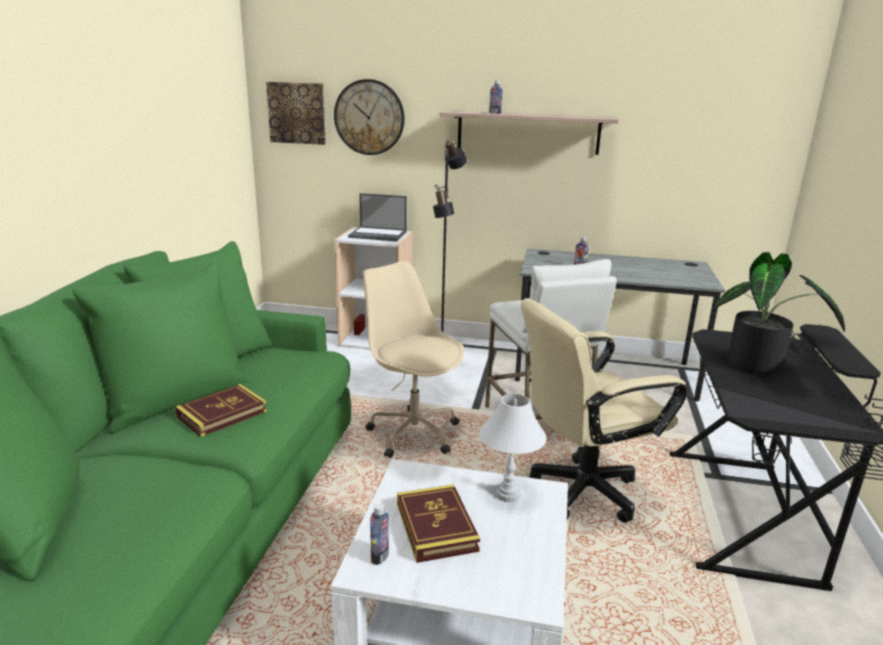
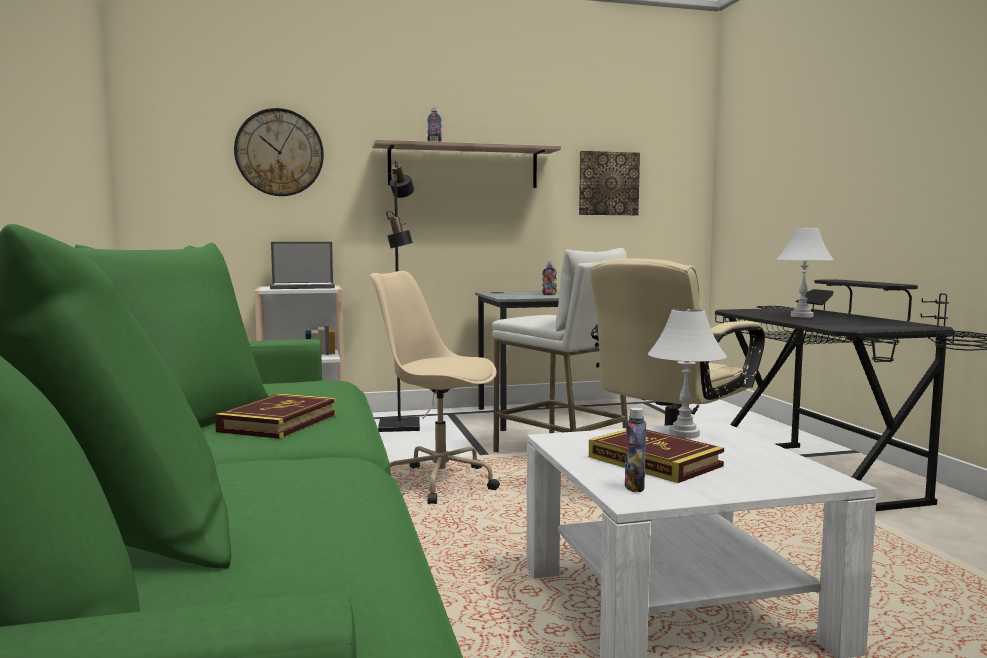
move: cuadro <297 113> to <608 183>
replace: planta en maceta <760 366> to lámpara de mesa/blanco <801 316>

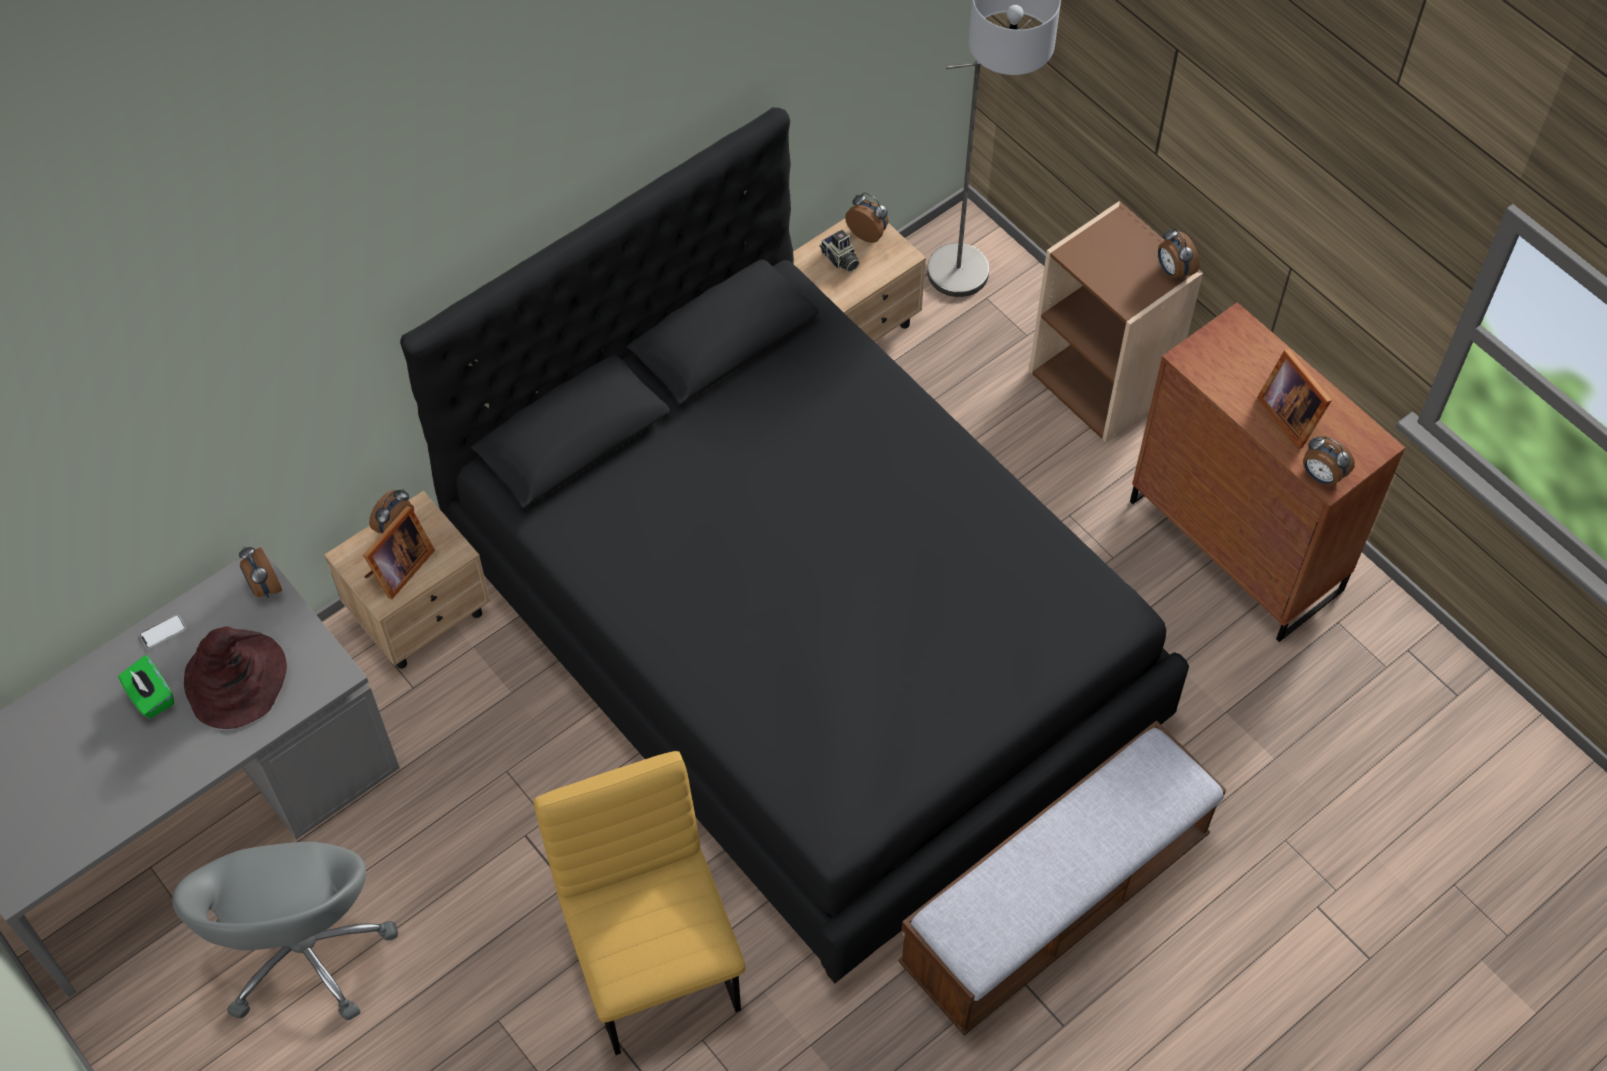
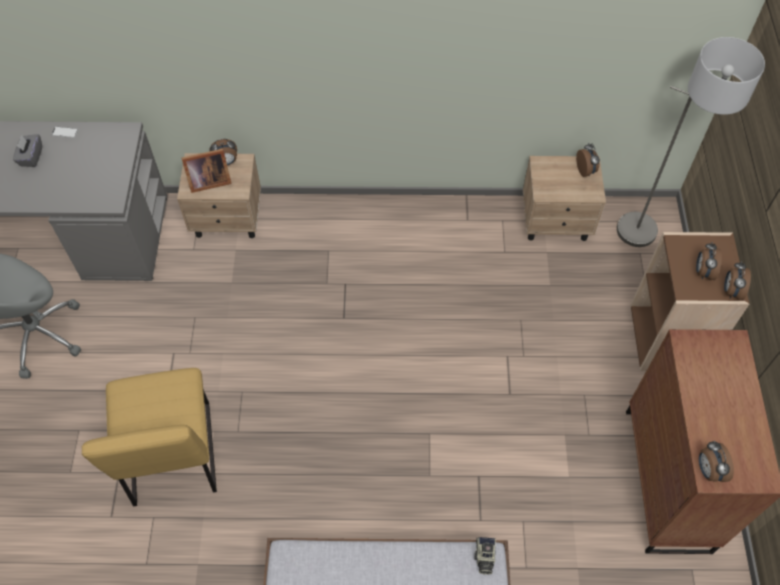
delete: cama/negro <802 631>; portarretratos <1290 414>; sombrero/marrón <236 680>
move: cámara <840 260> to <484 557>; despertador <264 586> to <703 272>
recolor: caja de pañuelos/verde <151 697> to caja de pañuelos/gris <31 157>
rotate: silla/amarillo <653 955> = <171 456> 150 degrees clockwise

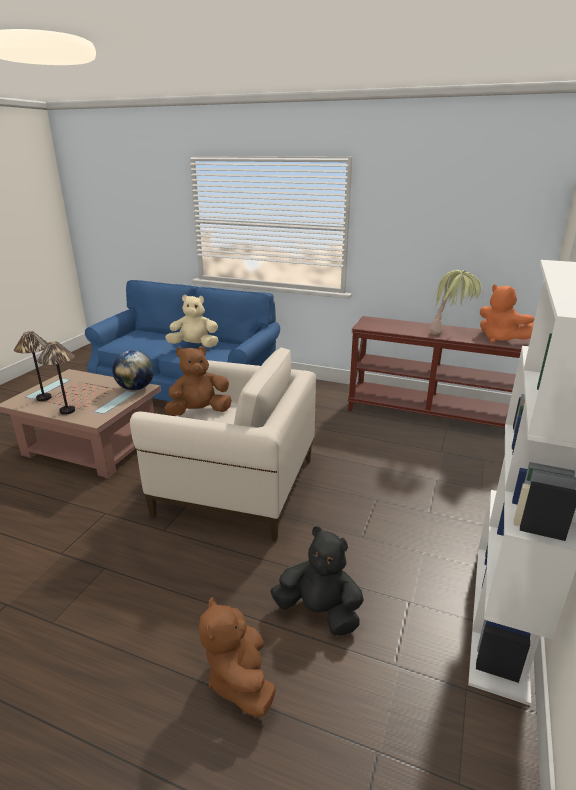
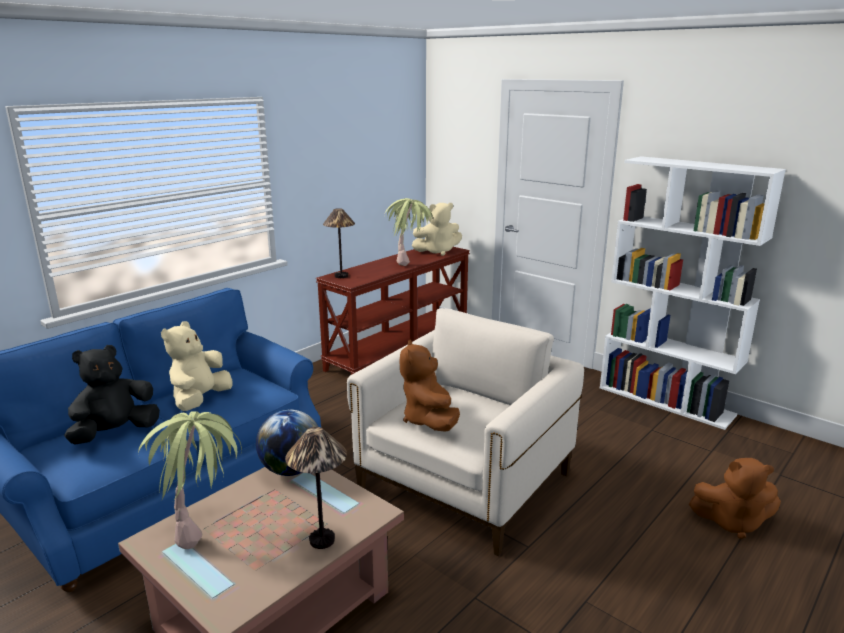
insert: planta en maceta <203 524>
move: lámpara de mesa <43 398> to <341 276>; peluche/negro <319 612> to <115 433>
recolor: peluche/naranja <500 339> to peluche/beis <437 251>

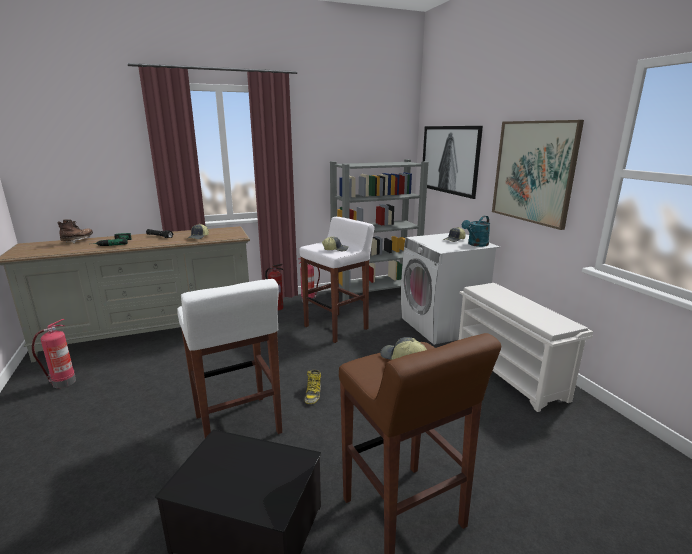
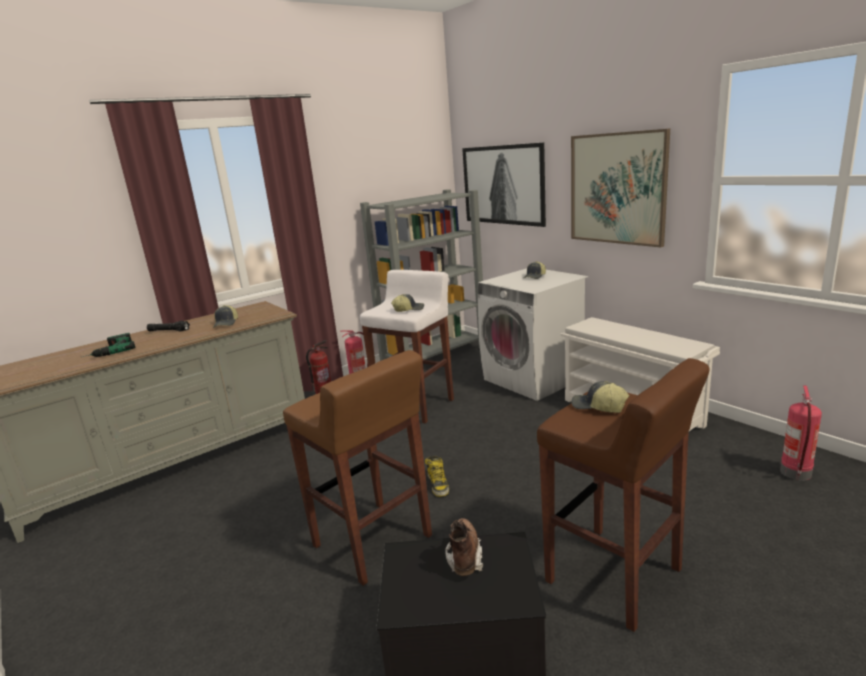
delete: regadera/turquesa <476 244>
move: bota/marrón <78 241> to <464 556>; extintor <63 383> to <796 473>
recolor: taburete/blanco <238 426> to taburete/marrón <373 542>

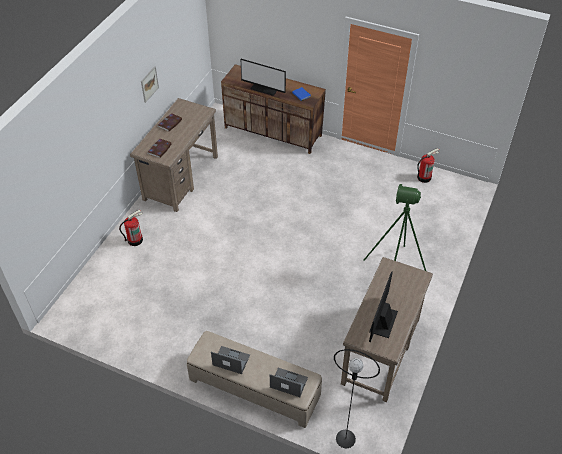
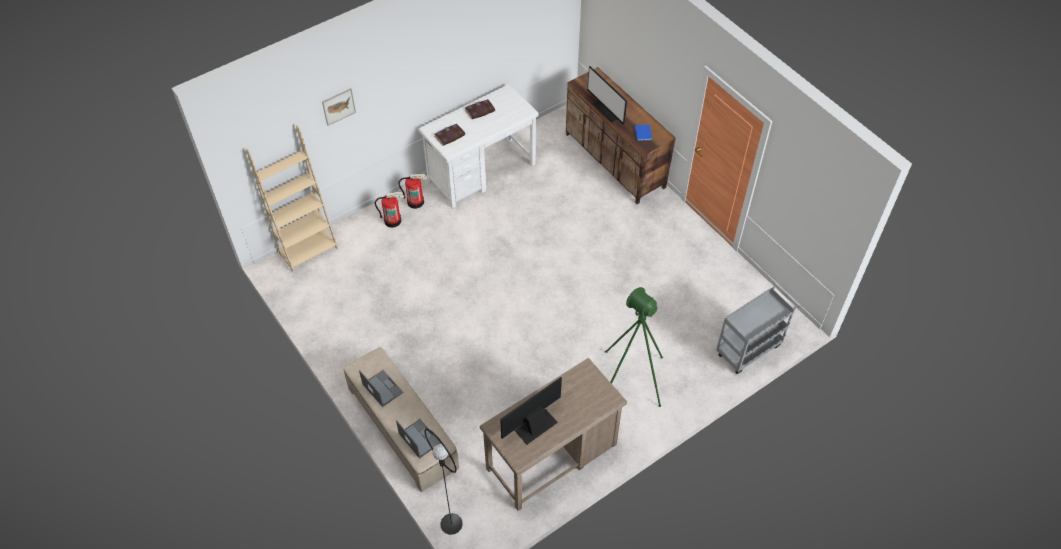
insert: estantería/beis <308 251>; carrito/gris <749 350>
move: cuadro <149 84> to <338 106>; extintor <424 177> to <415 202>
recolor: escritorio/marrón <180 177> to escritorio/blanco <481 172>

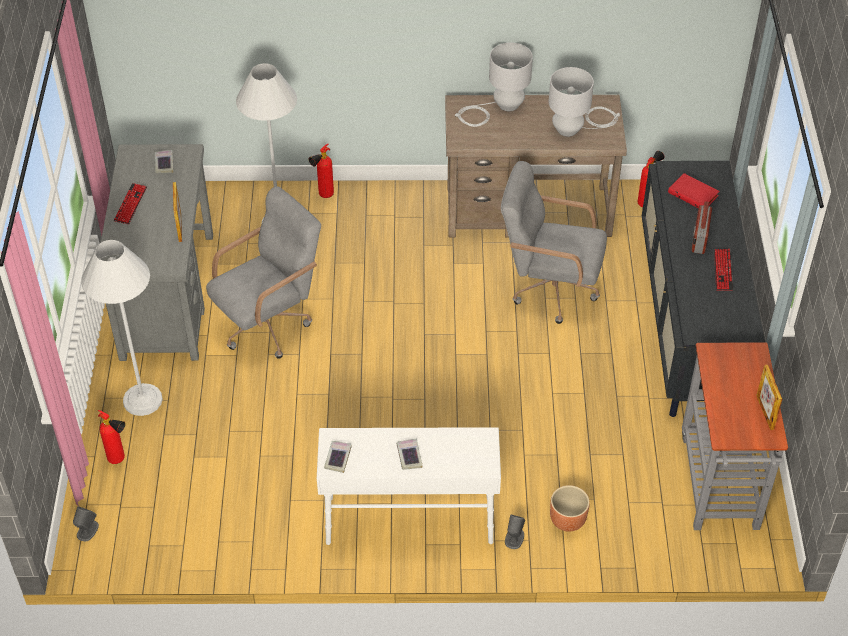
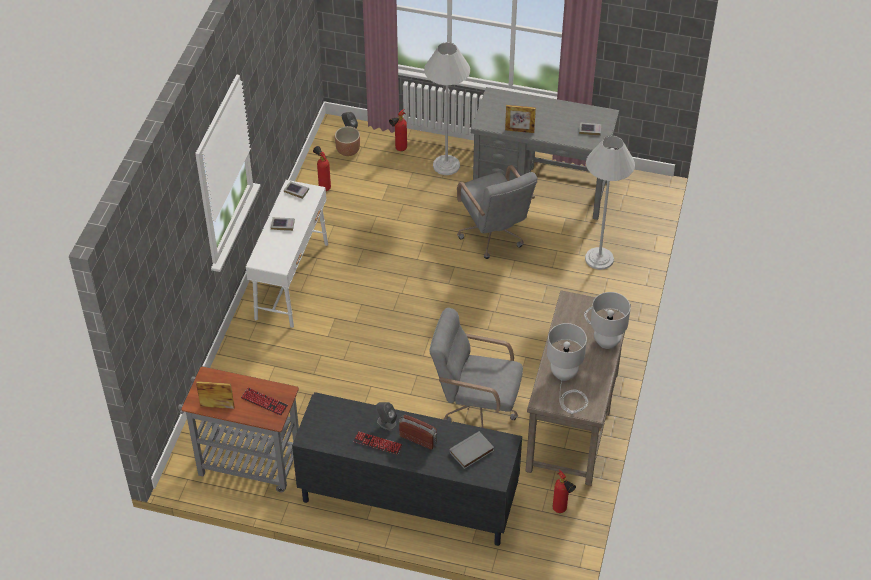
move: extintor <323 196> to <323 186>; teclado <130 204> to <264 402>; maceta/marrón <568 520> to <347 150>; altavoz/gris <514 538> to <386 423>
recolor: libro/rojo <694 194> to libro/gris <472 452>
rotate: silla de oficina/gris <549 291> = <475 411> 105 degrees counterclockwise

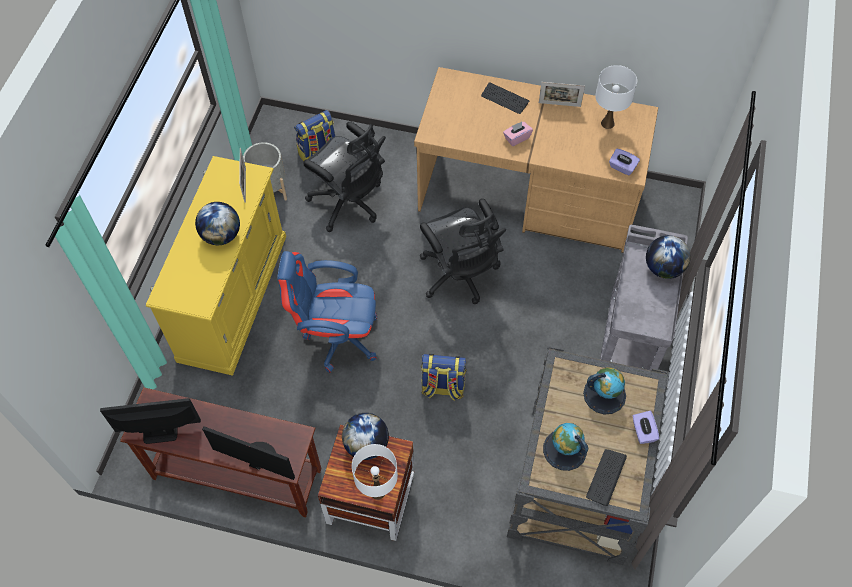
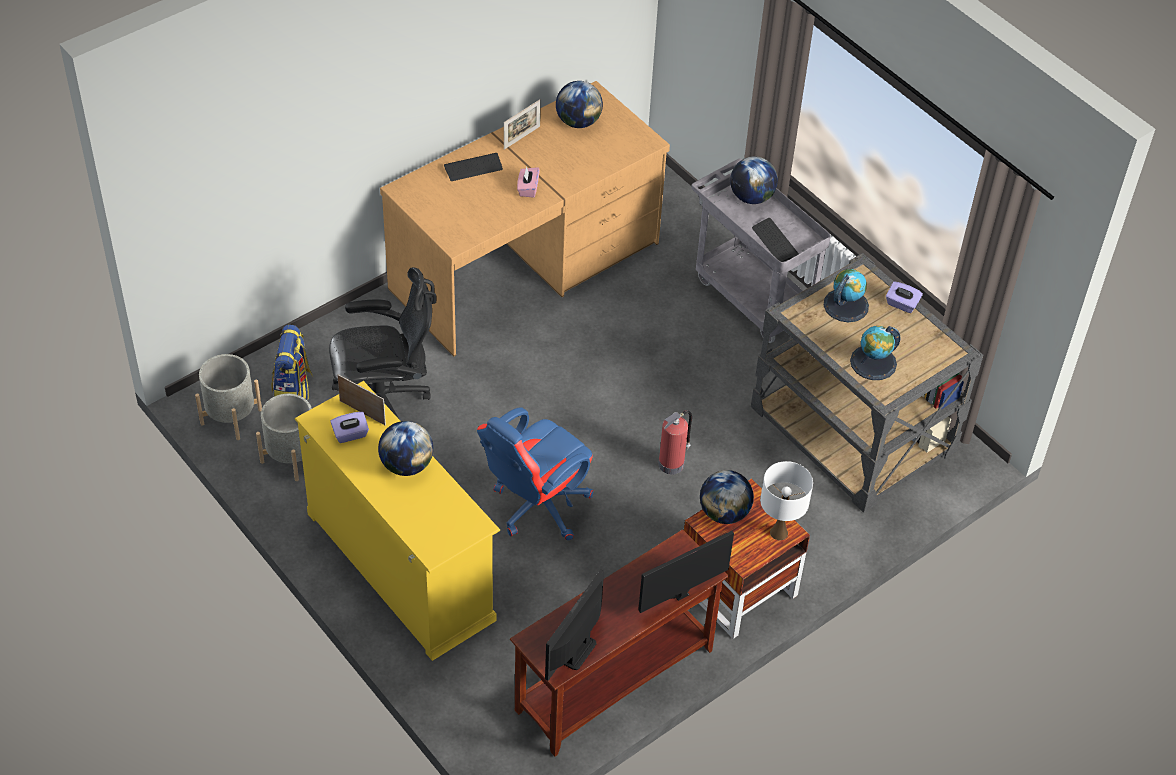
delete: silla de oficina <460 276>
insert: maceta/gris <231 417>
move: caja de pañuelos/morado <622 167> to <350 434>; teclado <606 477> to <774 241>
replace: lámpara de mesa/blanco <607 123> to globo terráqueo <578 122>; mochila <442 387> to extintor <672 463>

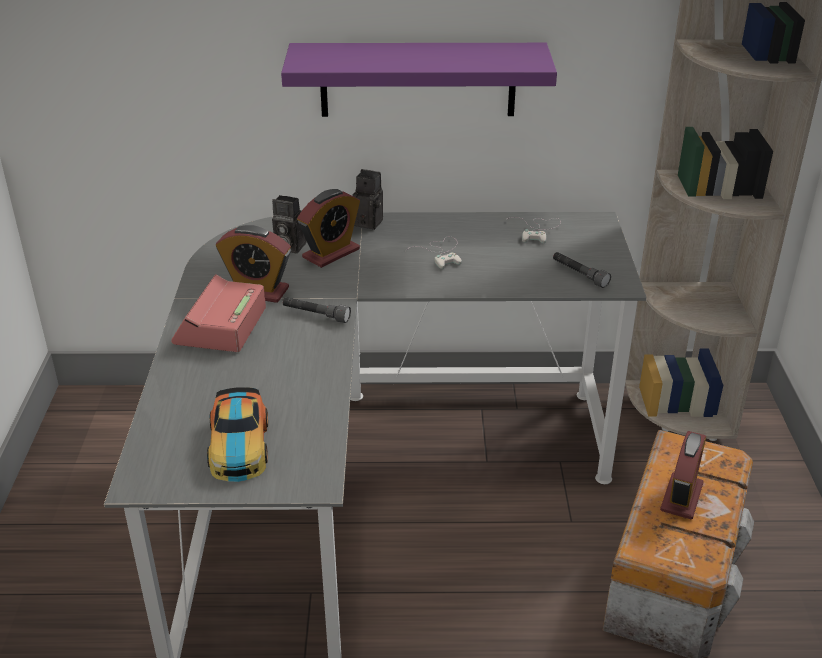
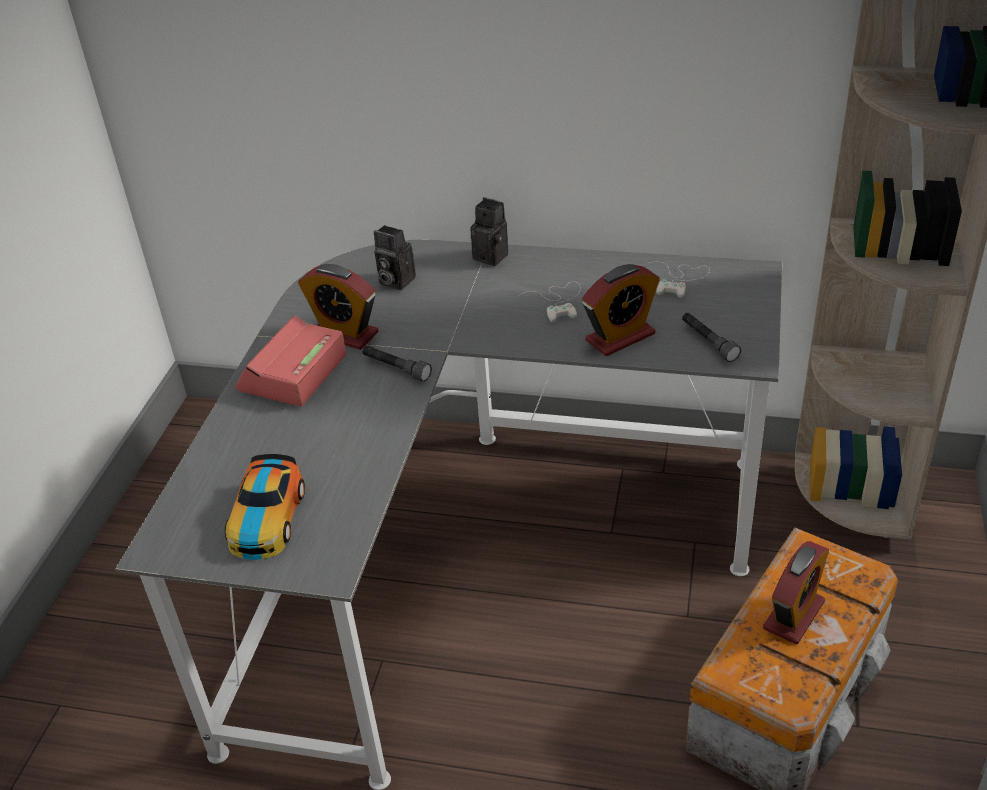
delete: estante/morado <418 79>
move: despertador <331 253> to <620 337>

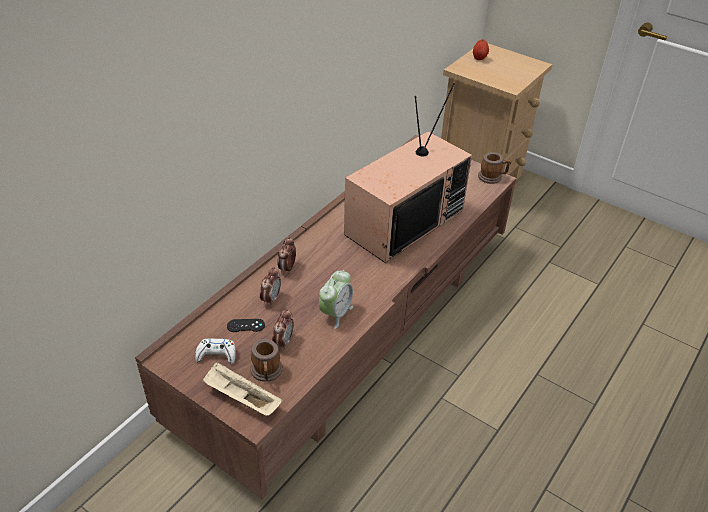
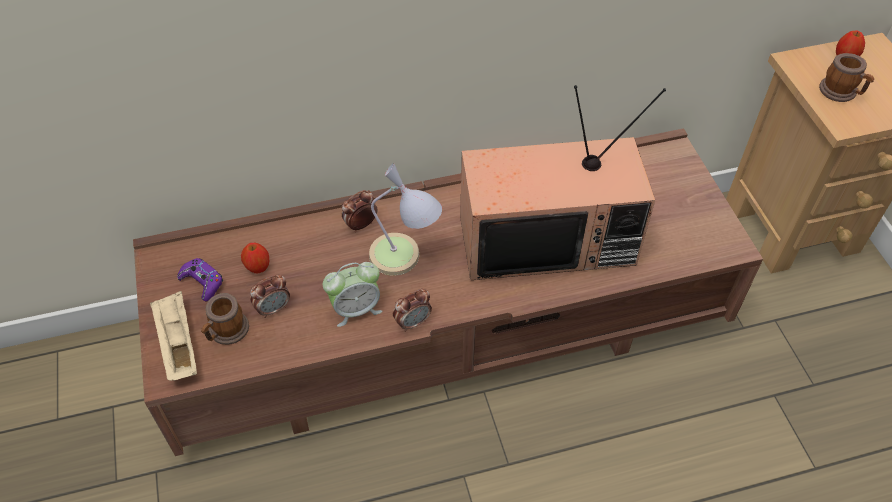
insert: lámpara de mesa <405 258>
move: taza grande <492 177> to <841 92>; despertador <271 299> to <413 322>
replace: mando de consola/negro <246 325> to manzana <258 267>
recolor: mando de consola/blanco <216 355> to mando de consola/morado <202 282>

